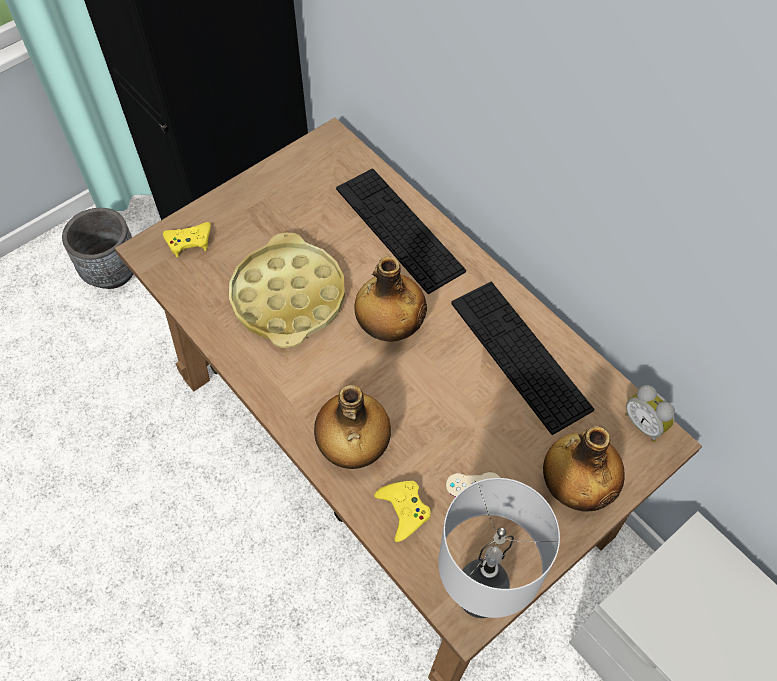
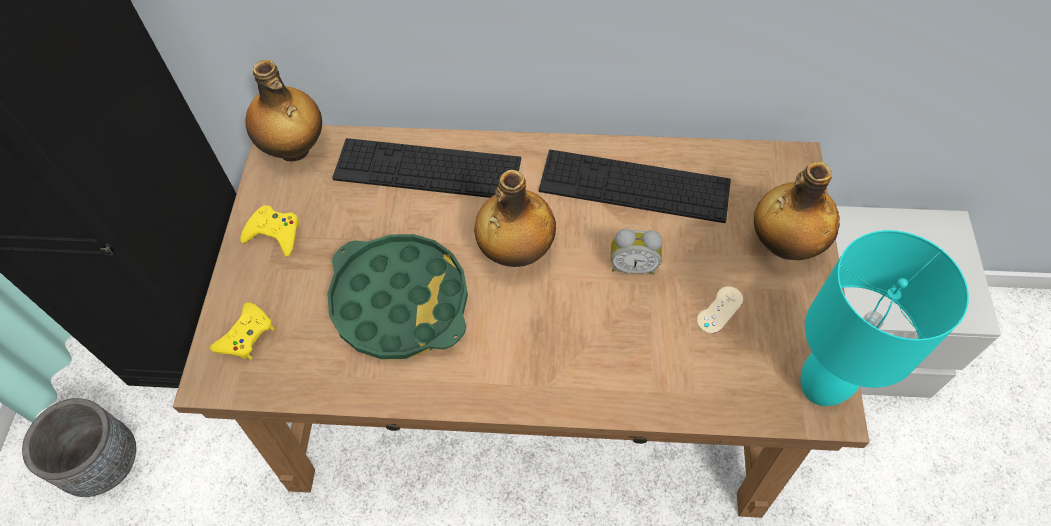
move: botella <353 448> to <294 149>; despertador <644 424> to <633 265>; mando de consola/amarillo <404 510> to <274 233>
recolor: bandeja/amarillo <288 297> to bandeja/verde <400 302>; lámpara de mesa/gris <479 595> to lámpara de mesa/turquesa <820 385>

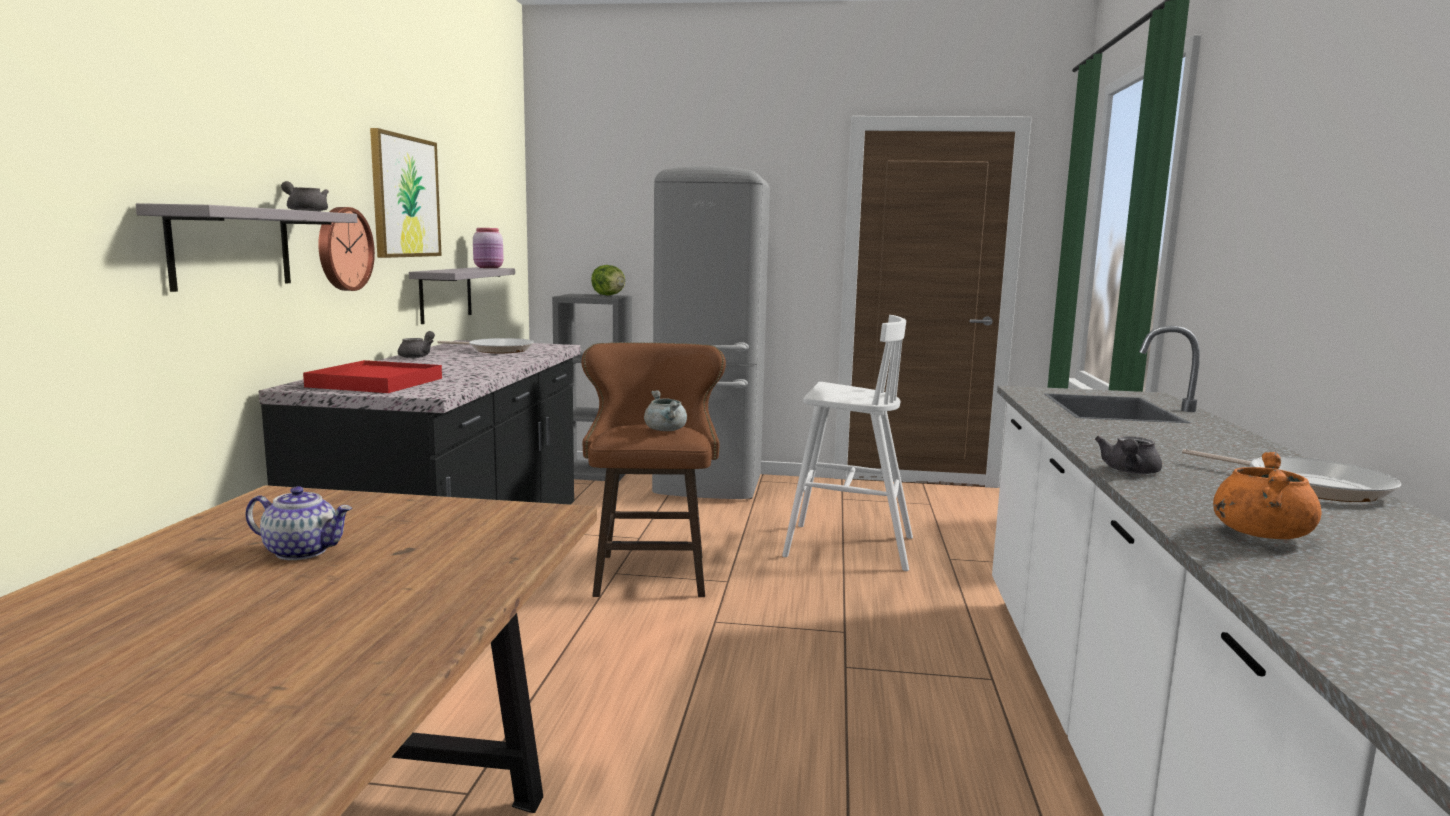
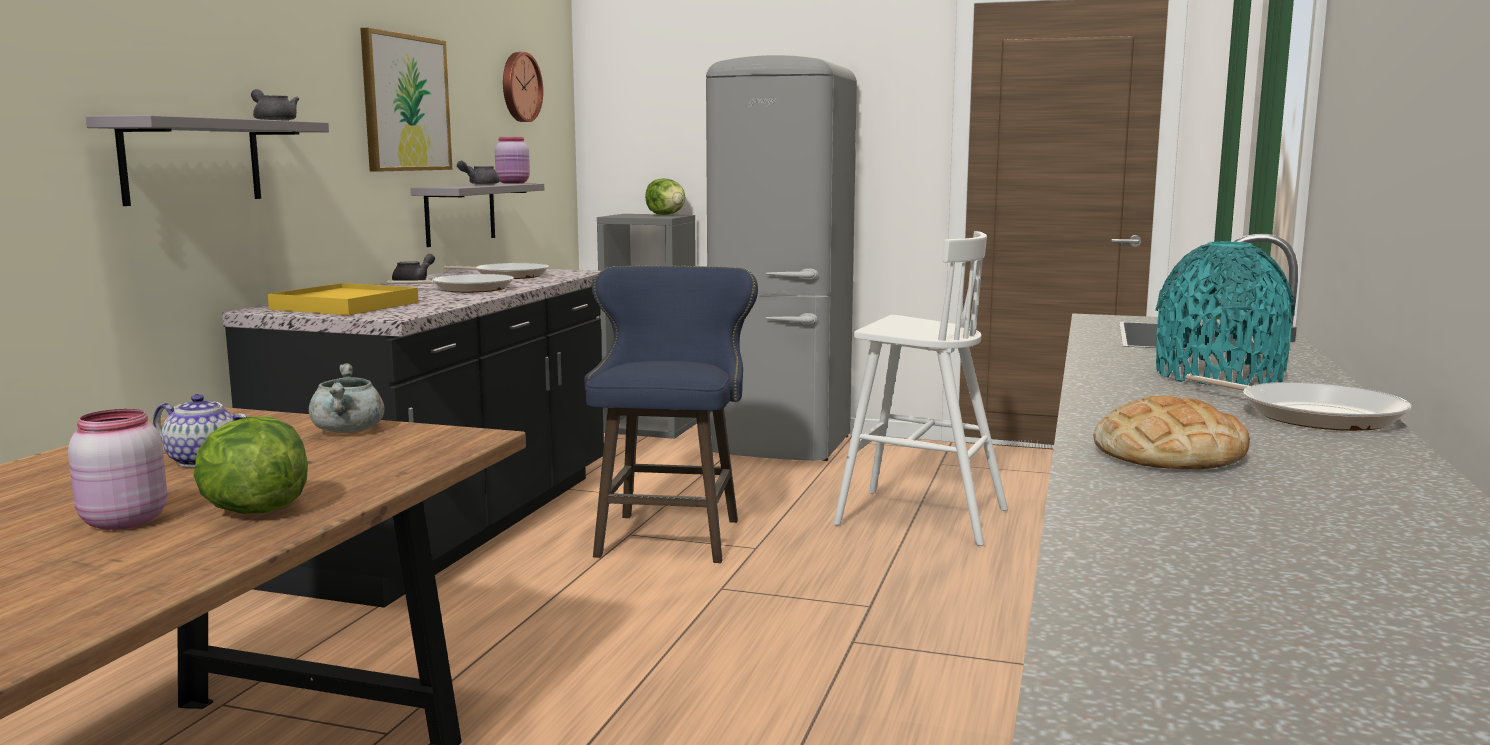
insert: florero/turquesa <1218 376>; sartén <467 289>; tarro/rosa <121 522>; lechuga <254 511>
move: reloj de pared <342 249> to <519 87>; olla/gris <666 430> to <349 431>; tetera/gris <1129 471> to <479 184>
replace: olla/naranja <1260 533> to pan <1168 454>
recolor: taburete/marrón <651 572> to taburete/azul <671 535>; bandeja/rojo <375 382> to bandeja/amarillo <345 306>

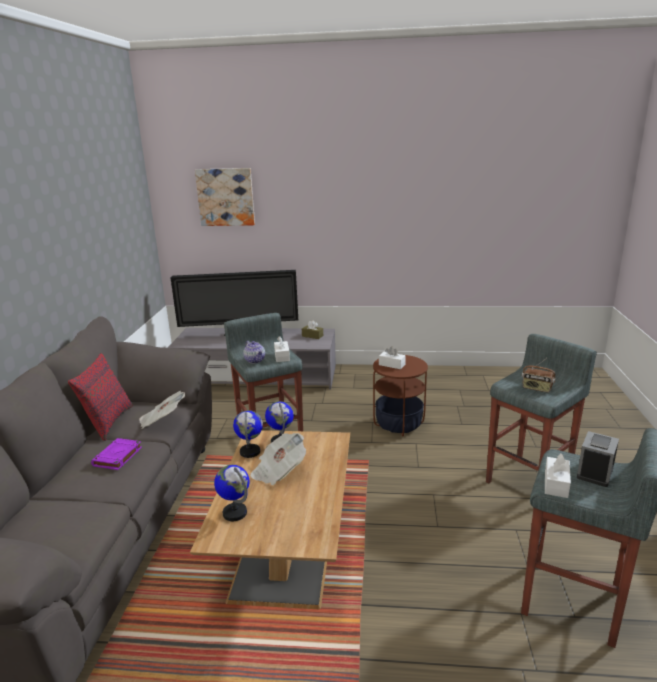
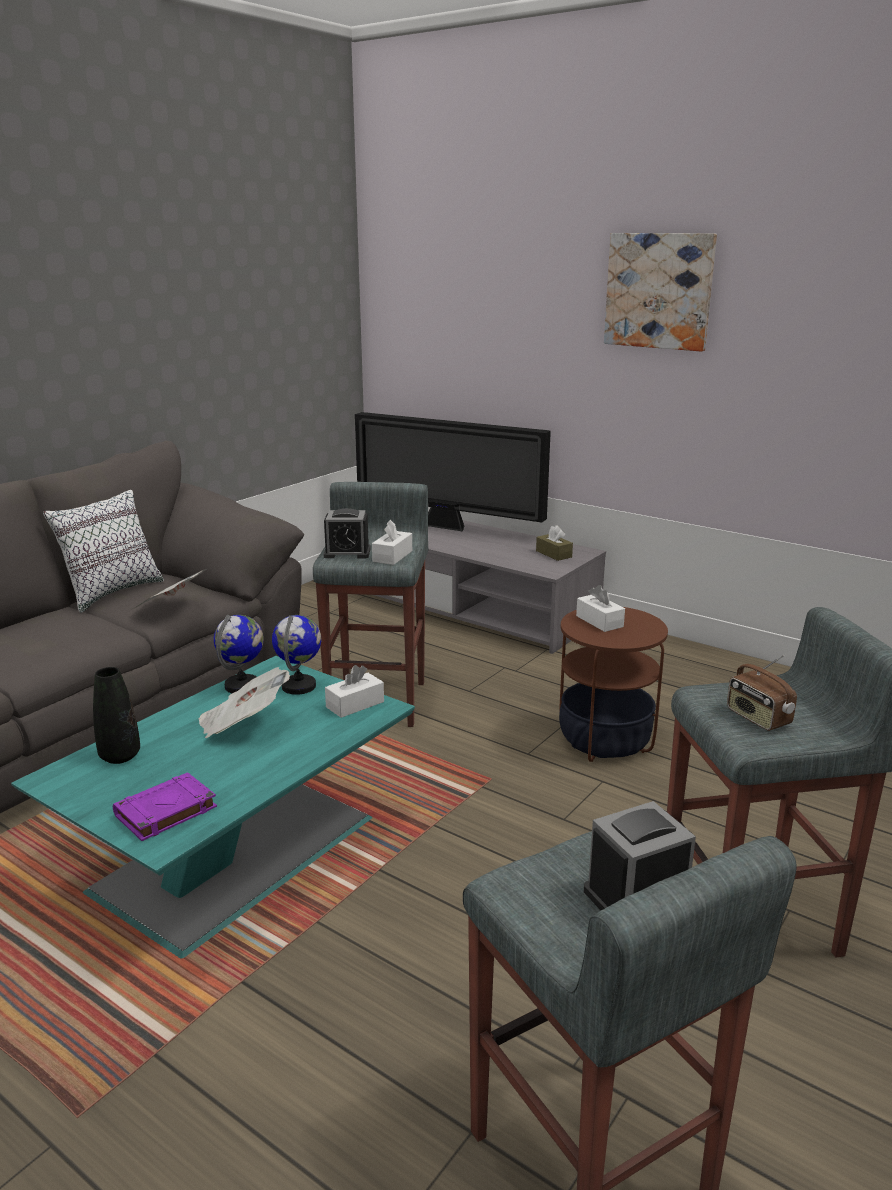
move: cuadro <226 197> to <659 291>; libro/morado <117 457> to <165 812>; caja de pañuelos/blanco <556 484> to <355 704>
replace: tetera <255 360> to despertador <347 553>; globo terráqueo <235 513> to florero/negro <120 756>
recolor: cojín/rojo <109 423> to cojín/blanco <113 593>; mesa de centro/marrón <286 544> to mesa de centro/turquesa <239 851>

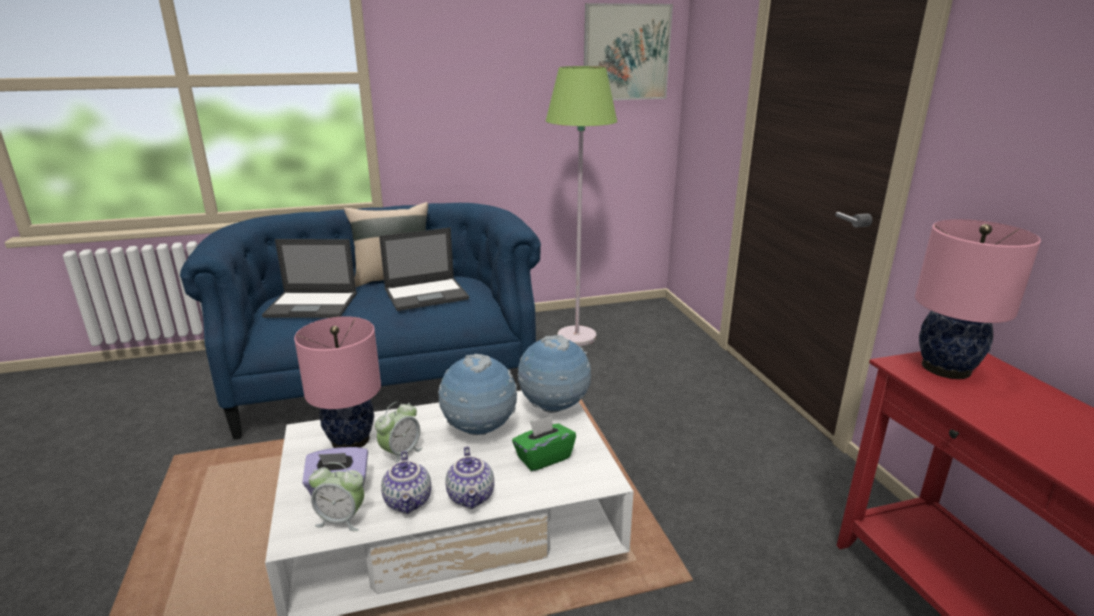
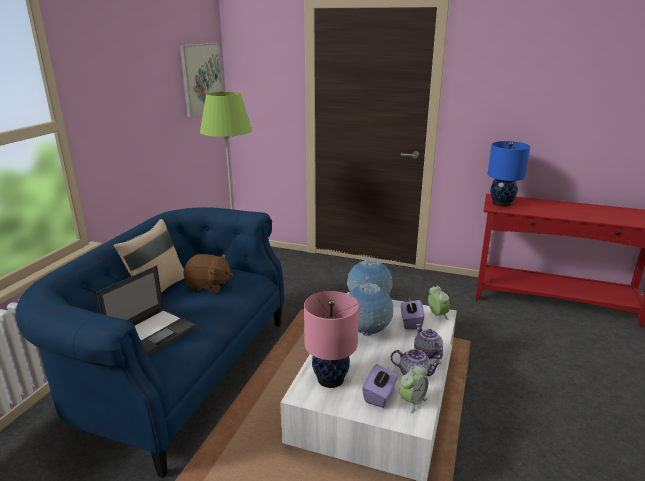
move: despertador <401 453> to <437 315>
replace: portátil <427 294> to peluche/marrón <209 286>
recolor: lámpara de mesa/rosa <946 368> to lámpara de mesa/azul <501 203>; caja de pañuelos/verde <543 458> to caja de pañuelos/morado <411 322>
rotate: tetera <472 497> = <426 353> 135 degrees counterclockwise

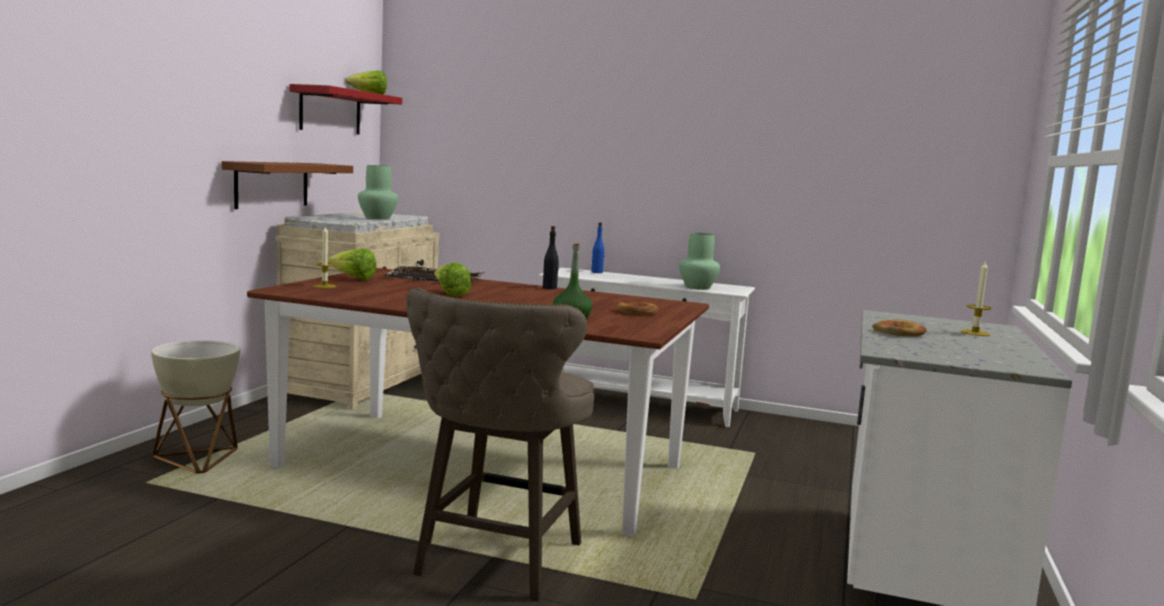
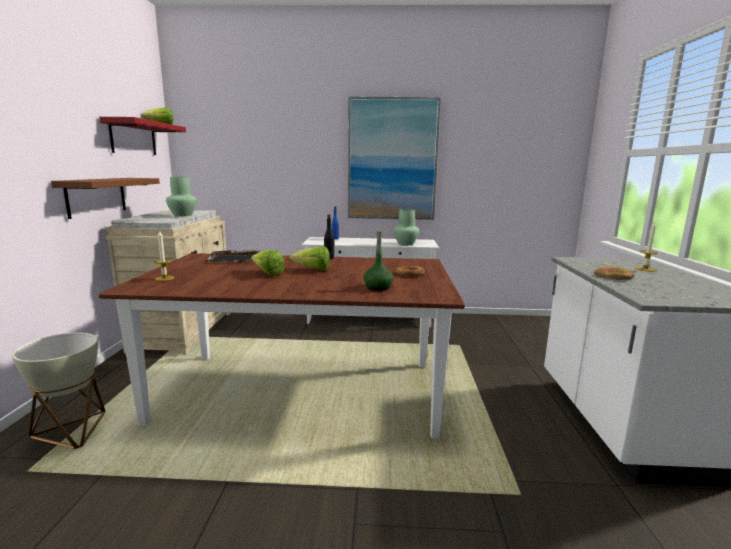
delete: taburete/beis <497 562>
insert: cuadro <392 160>
move: lechuga <353 278> to <313 270>

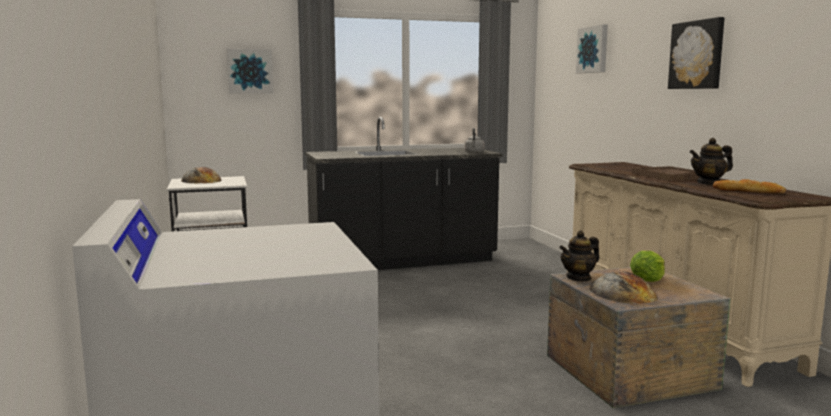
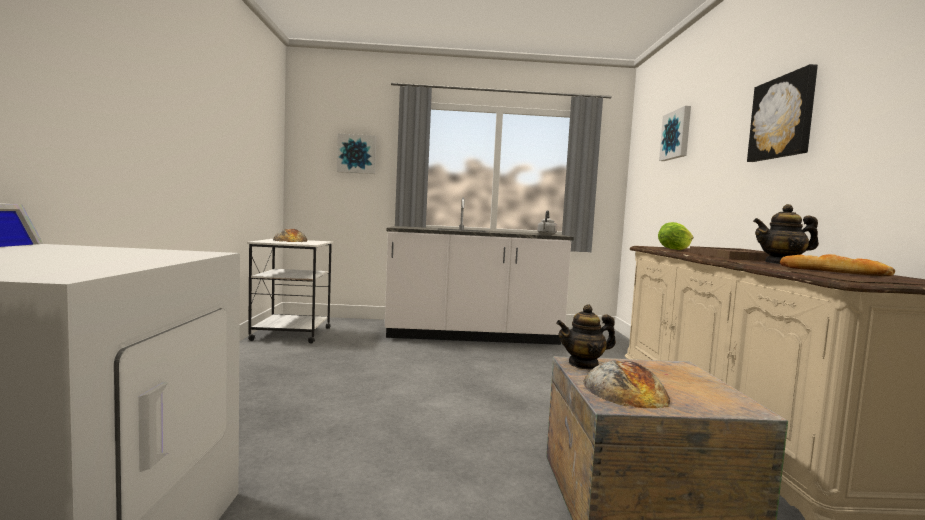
move: lechuga <647 280> to <674 249>
recolor: mueble bajo de cocina/negro <402 262> to mueble bajo de cocina/blanco <472 335>

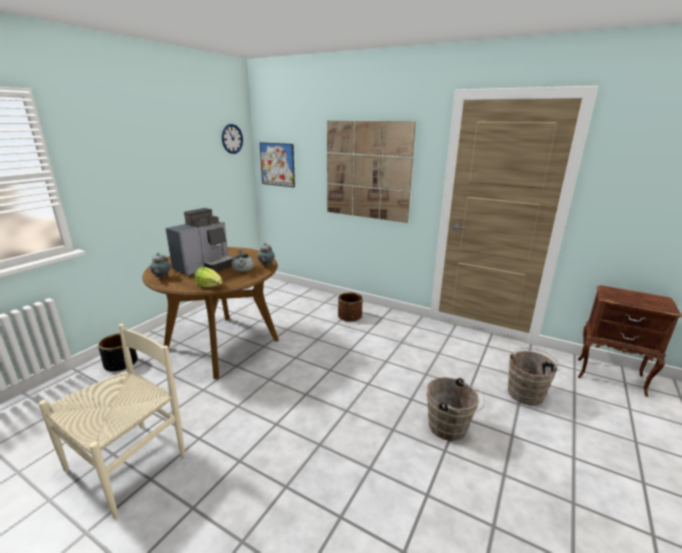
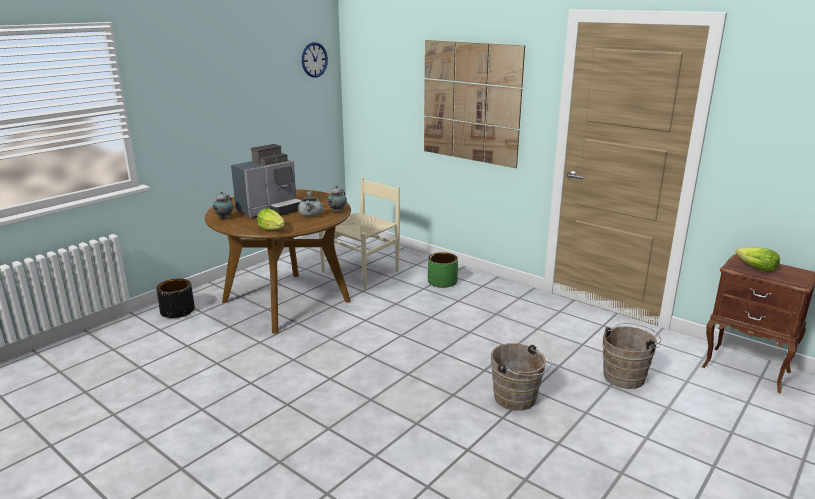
delete: cuadro <277 164>
insert: lechuga <755 268>
move: silla/beis <129 464> to <362 272>
recolor: maceta/marrón <349 316> to maceta/verde <442 282>

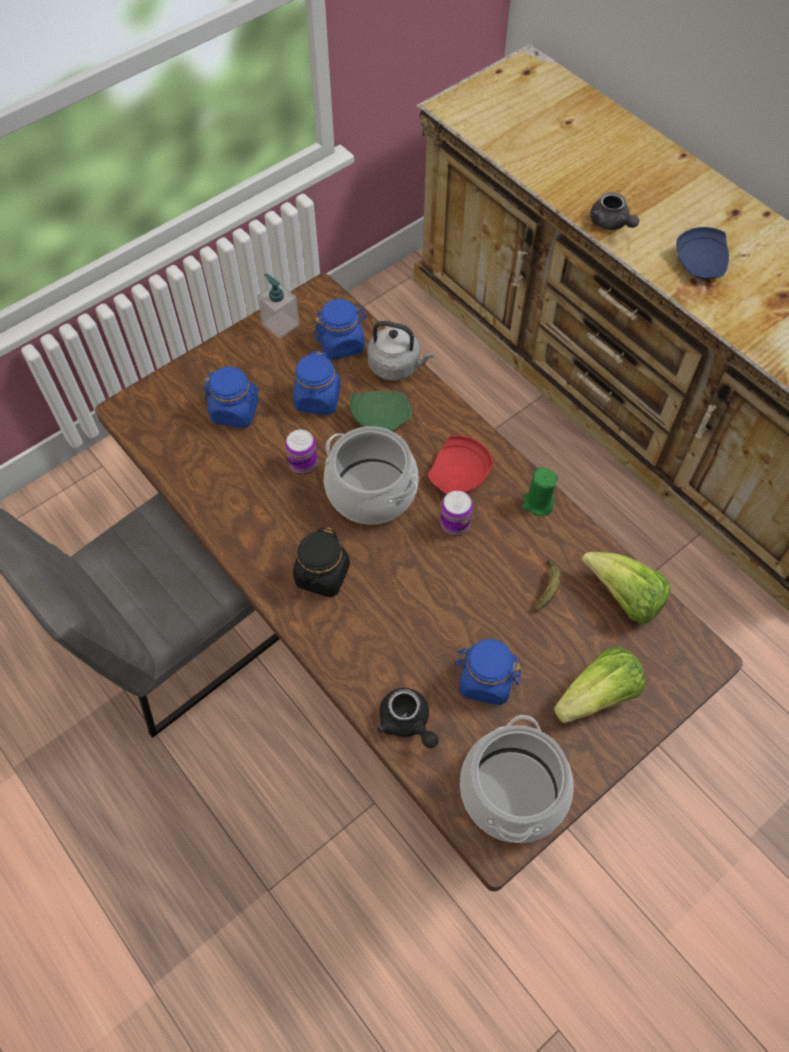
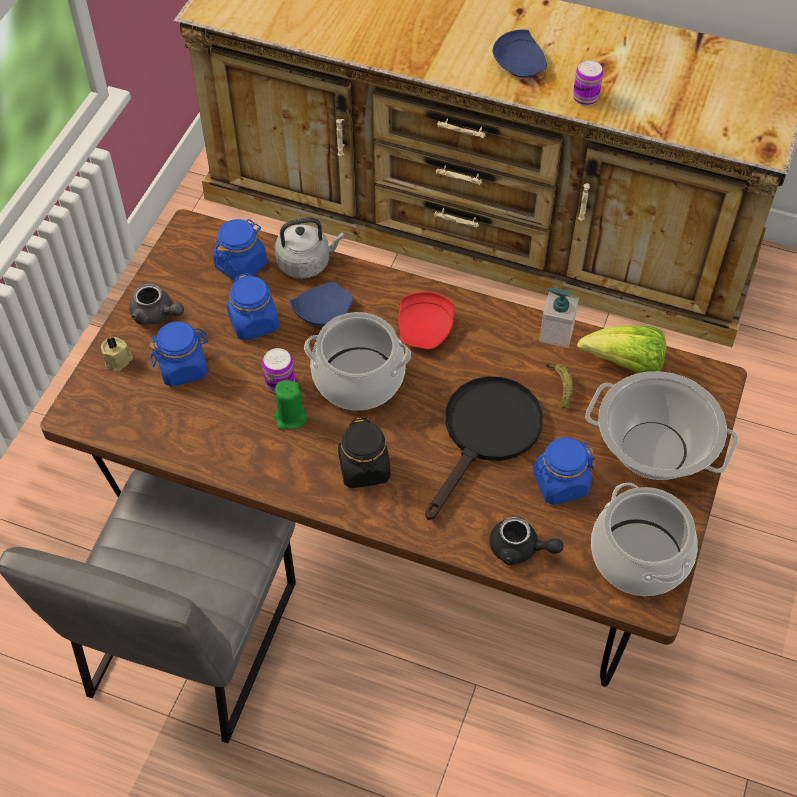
insert: vela/beis <119 360>; sartén/negro <486 435>
move: tetera/gris <611 224> to <156 315>; dispensador de jabón <280 324> to <556 333>; vela/verde <537 503> to <290 418>; lata <455 524> to <585 97>
replace: lechuga <597 695> to olla <654 449>
recolor: plato/verde <379 417> to plato/azul <321 313>

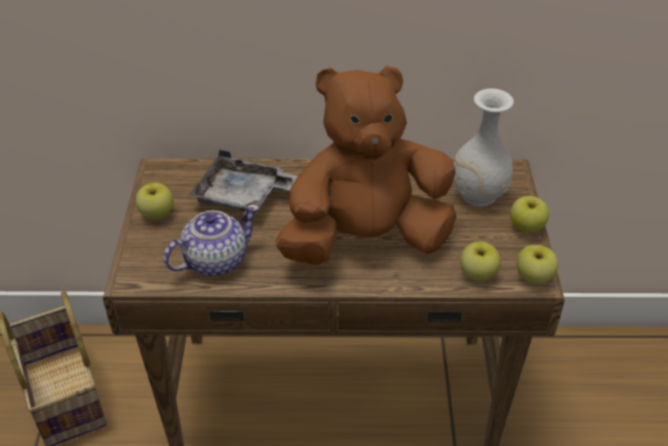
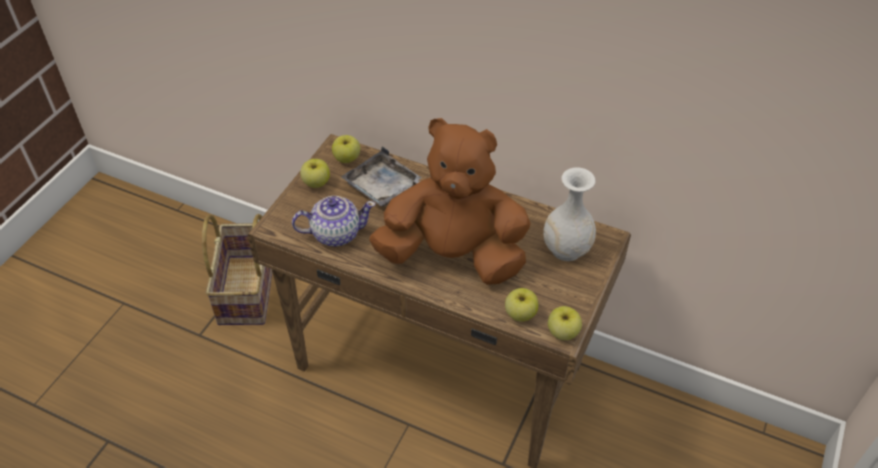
move: manzana <526 227> to <347 158>

